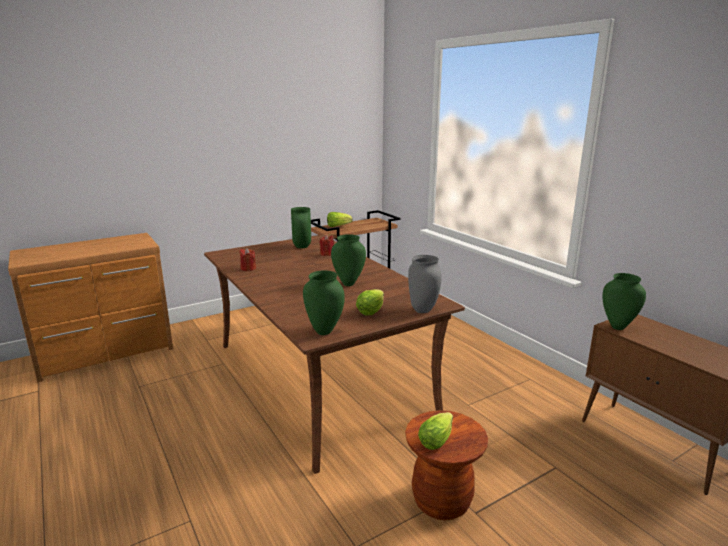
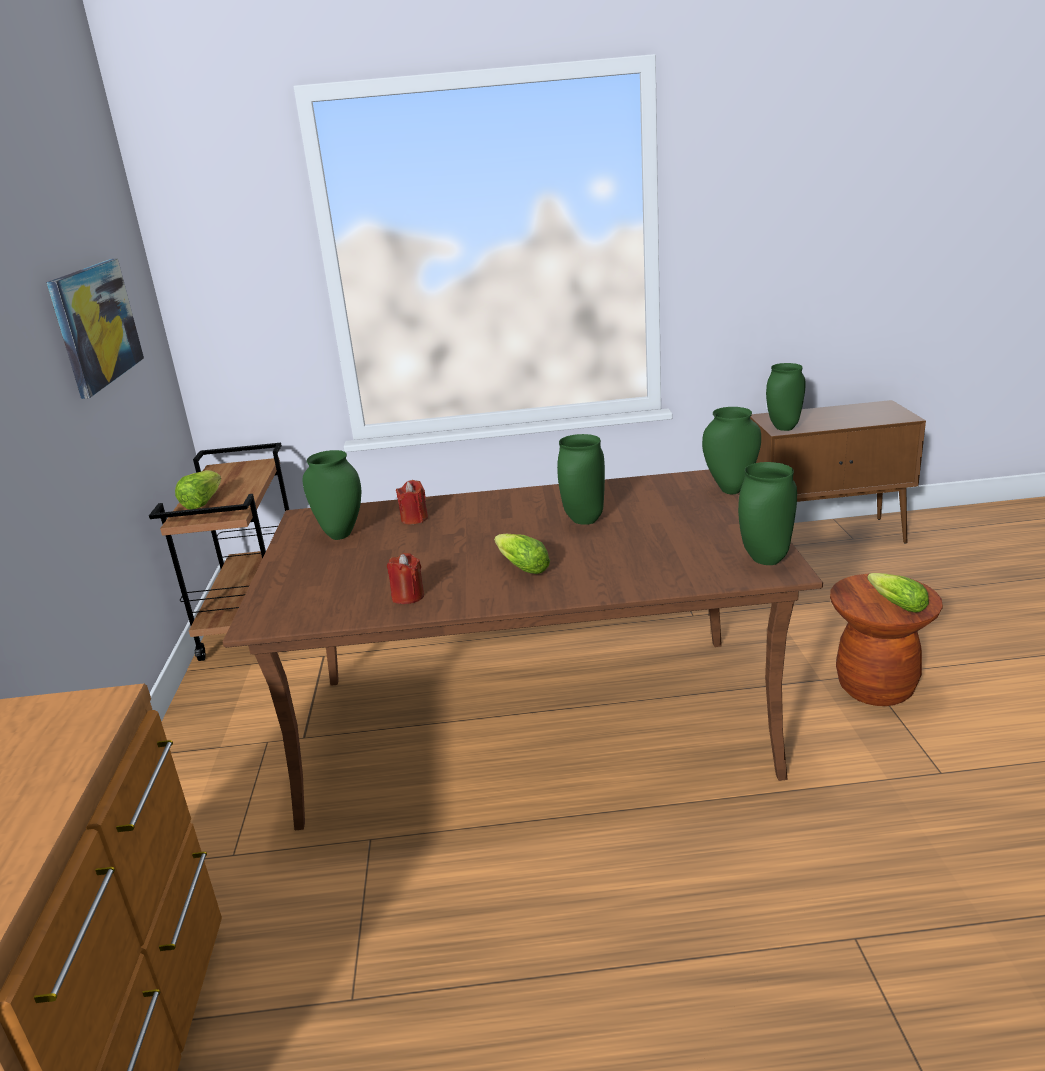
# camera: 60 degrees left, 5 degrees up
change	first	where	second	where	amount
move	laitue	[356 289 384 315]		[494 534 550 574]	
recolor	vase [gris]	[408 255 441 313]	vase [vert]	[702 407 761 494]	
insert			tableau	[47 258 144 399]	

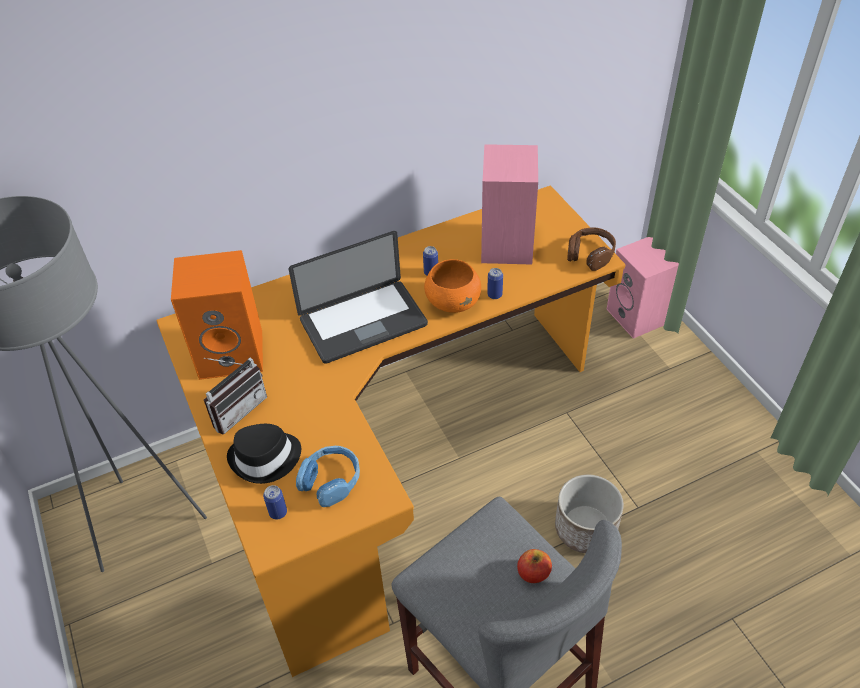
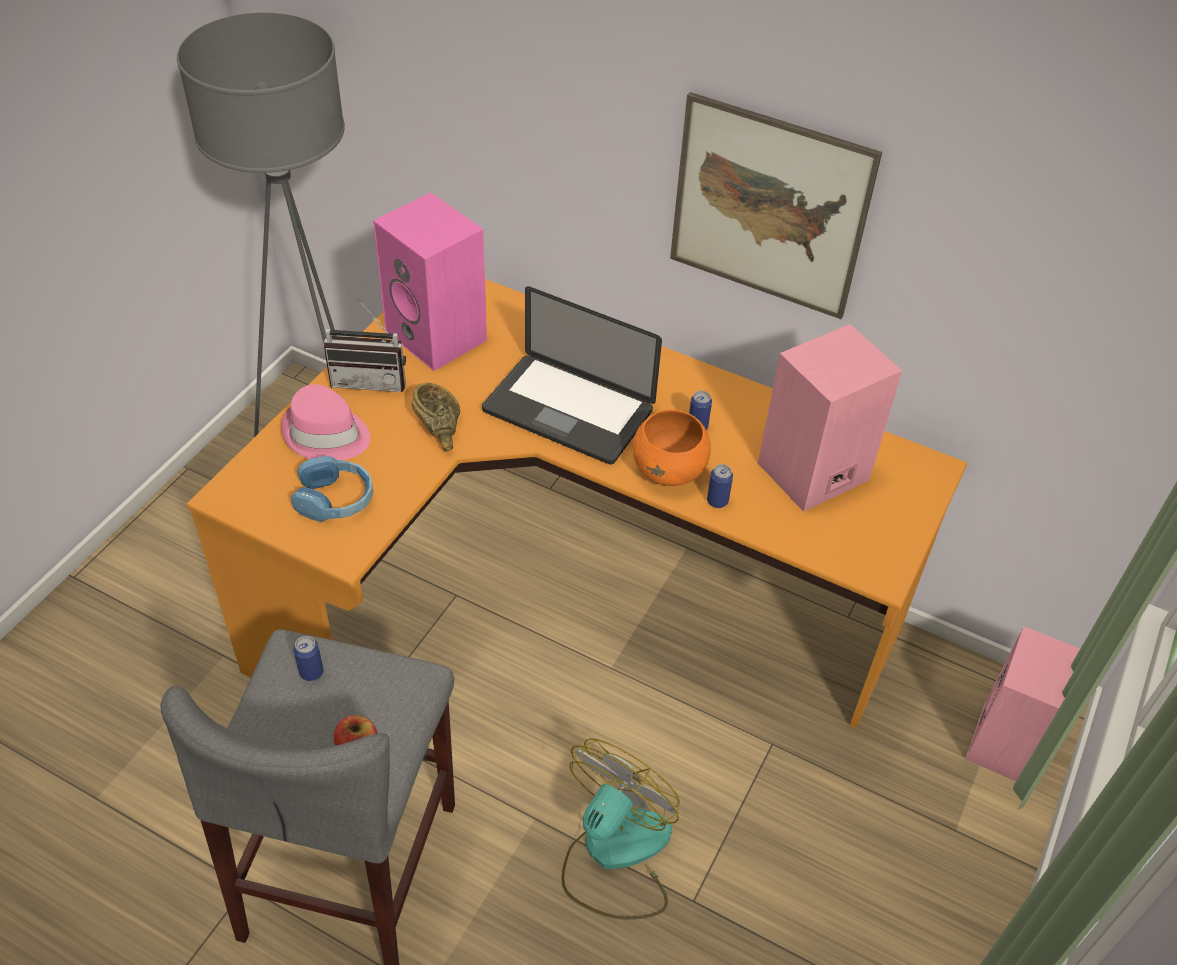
# camera: 50 degrees right, 0 degrees up
change	first	where	second	where	amount
recolor	enceinte [orange]	[171 250 263 380]	enceinte [rose]	[373 192 487 371]	
recolor	chapeau [noir]	[227 424 301 484]	chapeau [rose]	[281 384 370 461]	
move	boîte métallique	[263 485 287 520]		[293 636 323 681]	
replace	cache-pot	[555 475 624 553]	ventilateur	[561 738 680 920]	
delete	casque audio [marron]	[567 227 616 271]			
insert			bol [marron]	[412 383 460 451]	
insert			tableau	[670 92 882 319]	

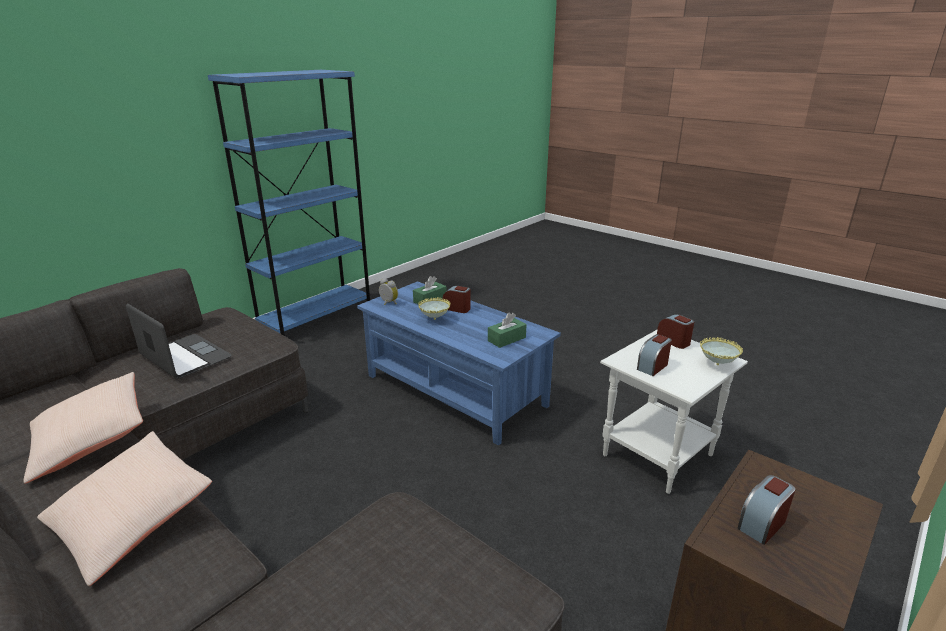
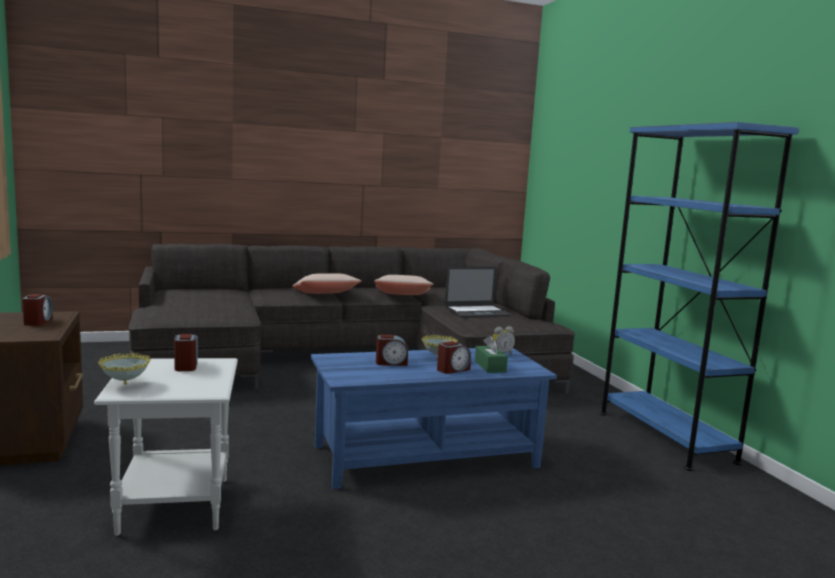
# camera: 120 degrees right, 15 degrees down
change	first	where	second	where	amount
delete	boîte à mouchoirs [vert]	[488 313 527 348]			
move	réveil	[657 314 694 349]		[376 335 408 366]	

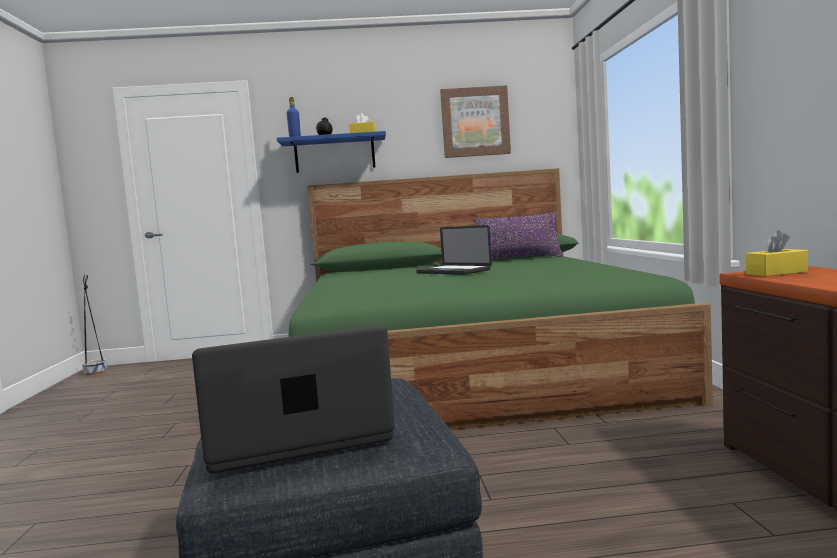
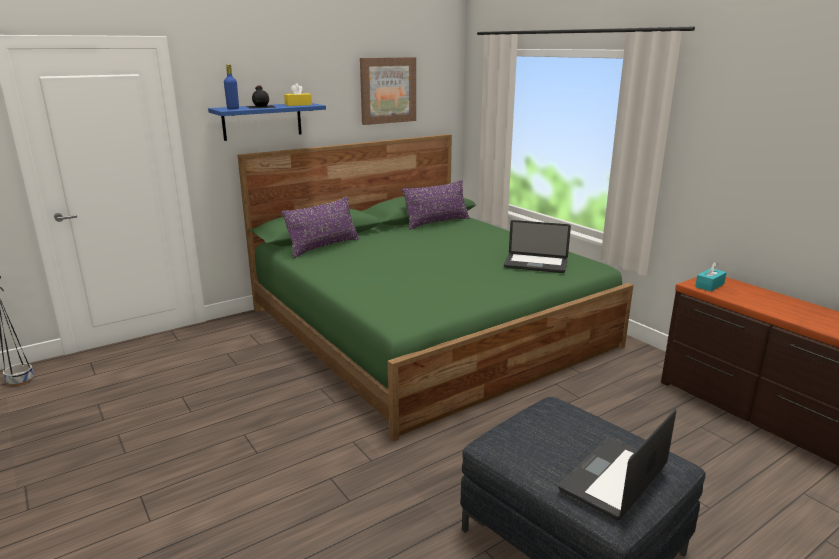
# camera: 30 degrees left, 15 degrees up
change	first	where	second	where	amount
move	ordinateur portable	[416 225 492 275]		[504 220 571 273]	
recolor	boîte à mouchoirs [jaune]	[746 231 808 277]	boîte à mouchoirs [turquoise]	[695 262 727 292]	
insert			coussin [violet]	[281 196 360 258]	

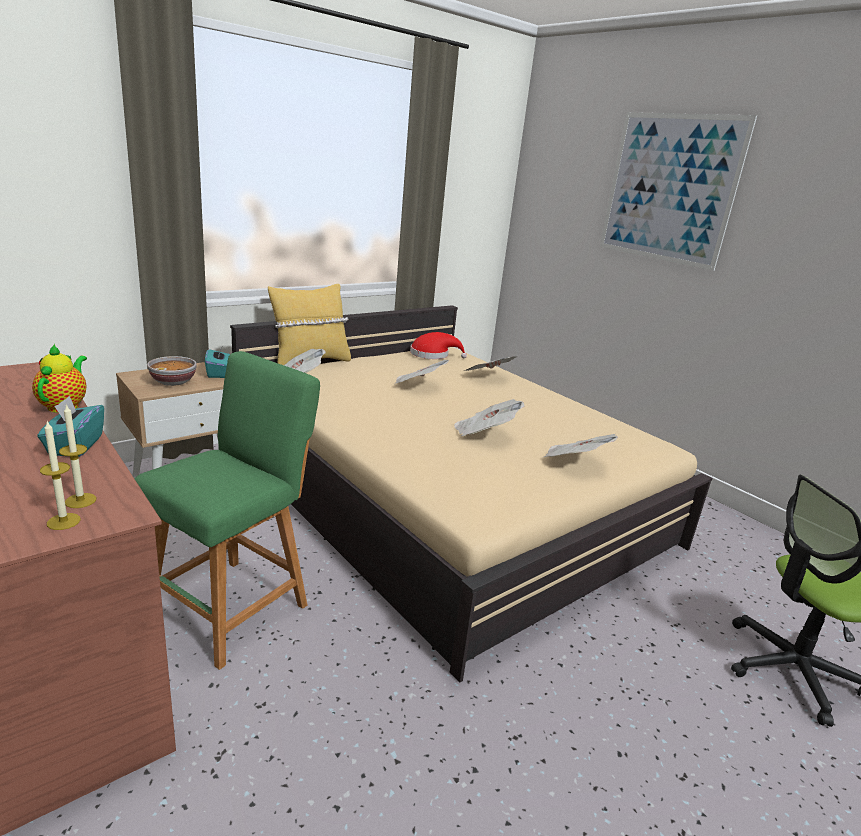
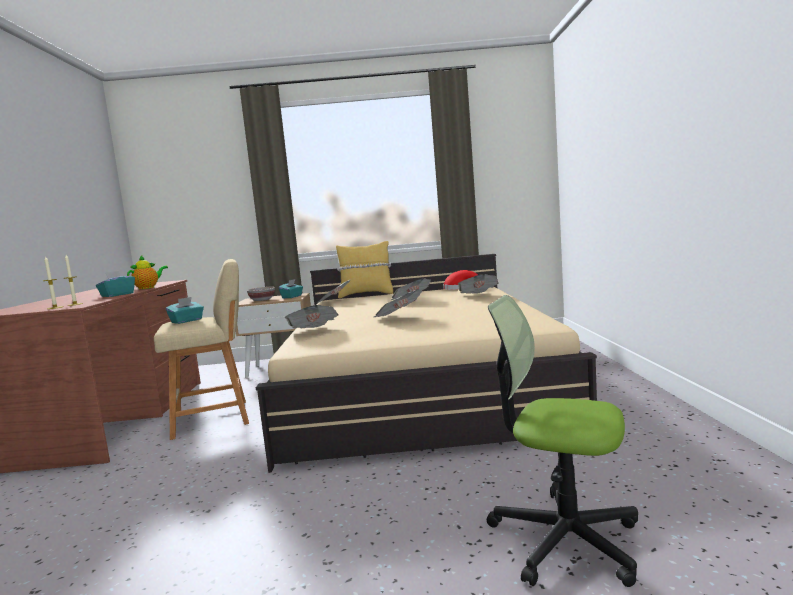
# camera: 40 degrees right, 15 degrees down
change	first	where	second	where	amount
recolor	tabouret [vert]	[135 351 320 670]	tabouret [beige]	[154 259 249 440]	
move	journal	[544 434 618 457]		[285 305 339 328]	
delete	tableau	[600 112 757 271]			
insert			boîte à mouchoirs [turquoise]	[166 297 204 324]	

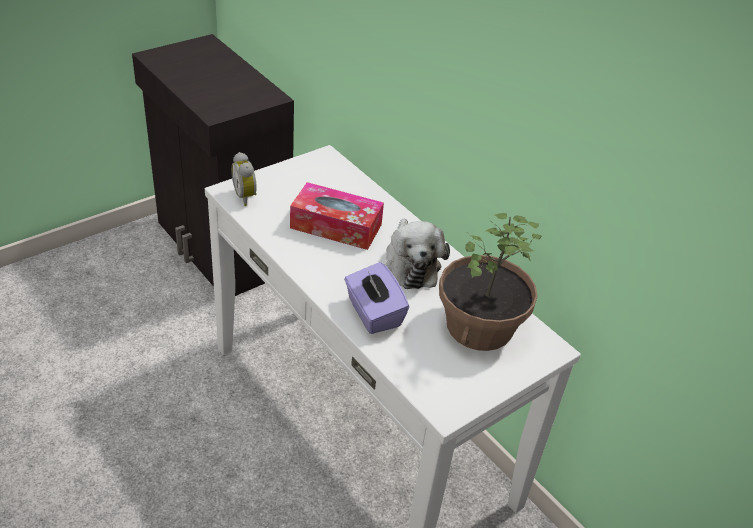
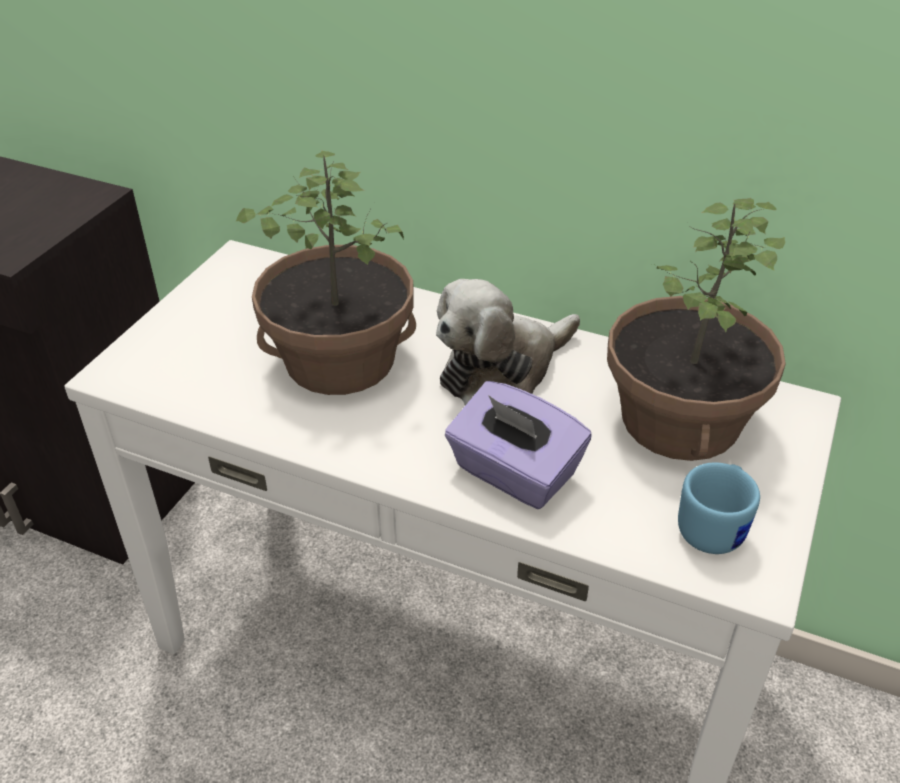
# camera: 25 degrees left, 0 degrees up
change	first	where	second	where	amount
delete	réveil	[231 152 257 206]			
replace	boîte à mouchoirs	[290 182 384 250]	plante en pot	[235 150 416 395]	
rotate	peluche	[383 219 450 289]		[436 279 580 405]	90 degrees clockwise
insert			mug [bleu]	[678 462 760 554]	

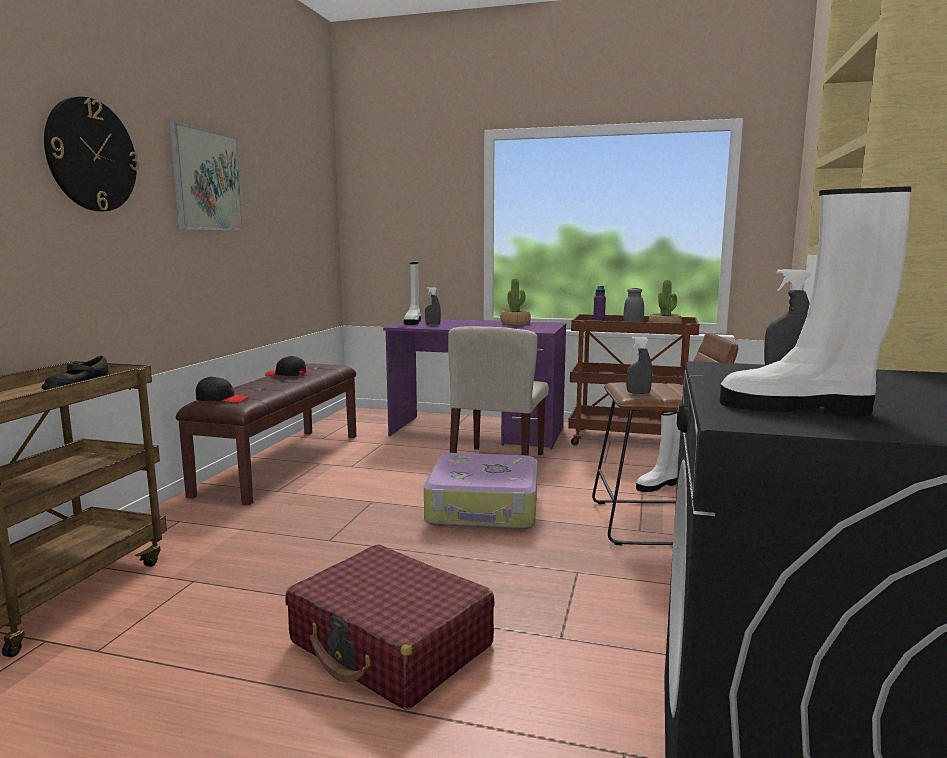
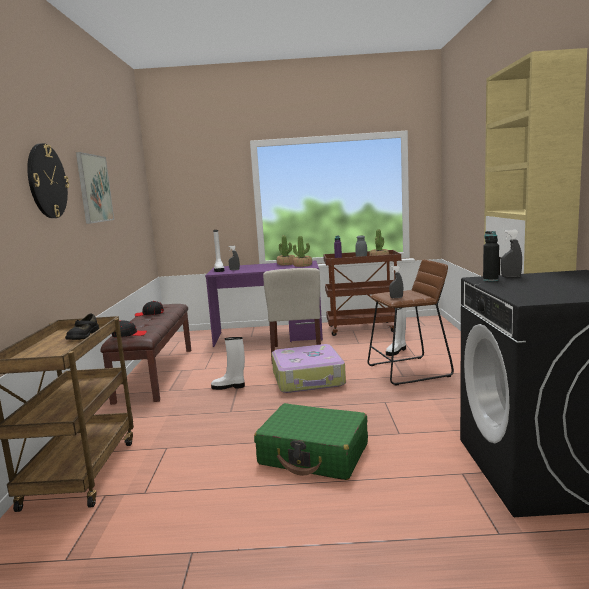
# camera: 15 degrees left, 0 degrees up
change	first	where	second	where	amount
recolor	valise [rouge]	[285 545 495 710]	valise [vert]	[254 403 368 480]	
move	botte [blanc]	[719 187 911 417]		[211 337 245 390]	
insert			plante en pot	[292 236 312 267]	
insert			bouteille [noir]	[483 231 499 281]	

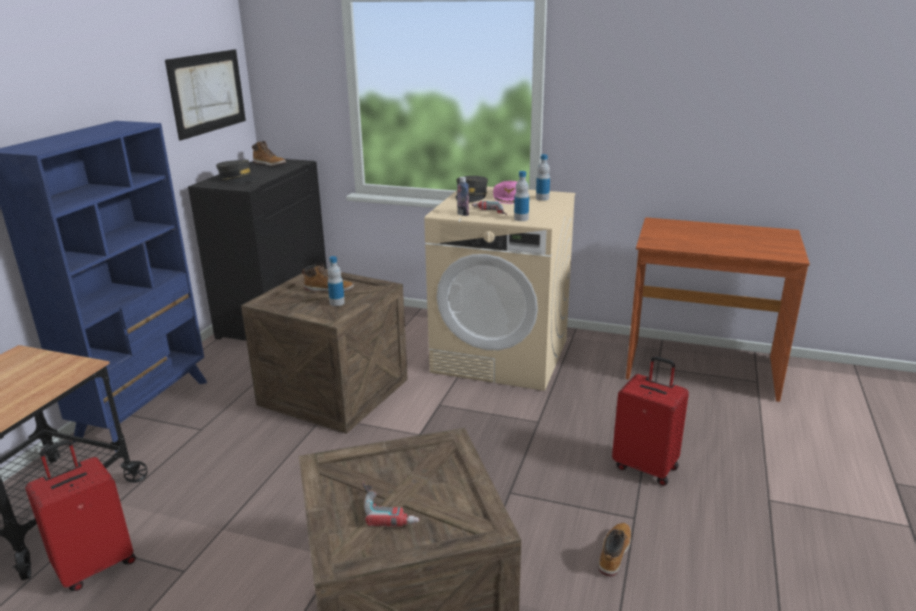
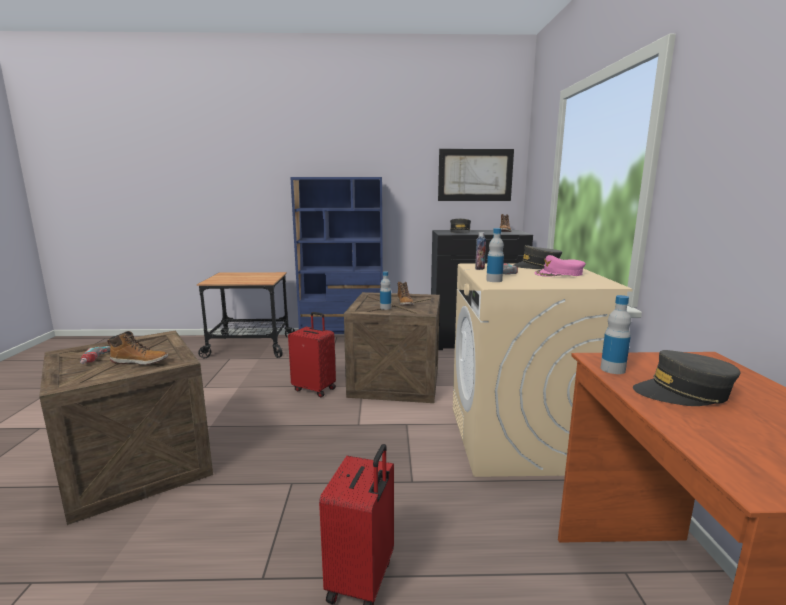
# camera: 70 degrees right, 10 degrees down
change	first	where	second	where	amount
move	valise [rouge]	[25 440 136 591]		[288 312 336 397]	
move	bouteille	[536 154 550 201]		[601 295 631 374]	
move	botte	[598 523 631 577]		[107 331 168 365]	
insert			casquette [gris]	[633 350 740 406]	

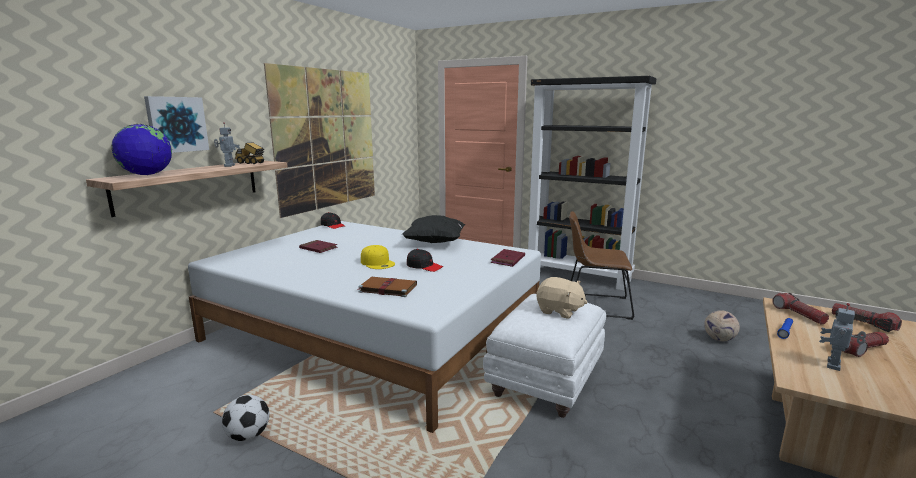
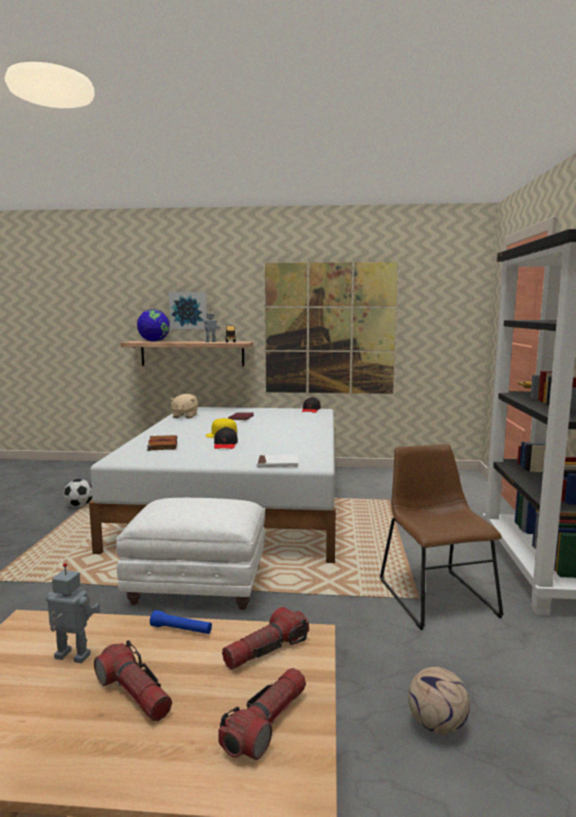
# camera: 65 degrees right, 5 degrees down
change	first	where	second	where	amount
delete	coussin [noir]	[402 215 465 243]			
recolor	livre [rouge]	[491 249 525 267]	livre [blanc]	[257 455 298 467]	
move	peluche [beige]	[536 277 588 319]		[169 394 198 418]	

